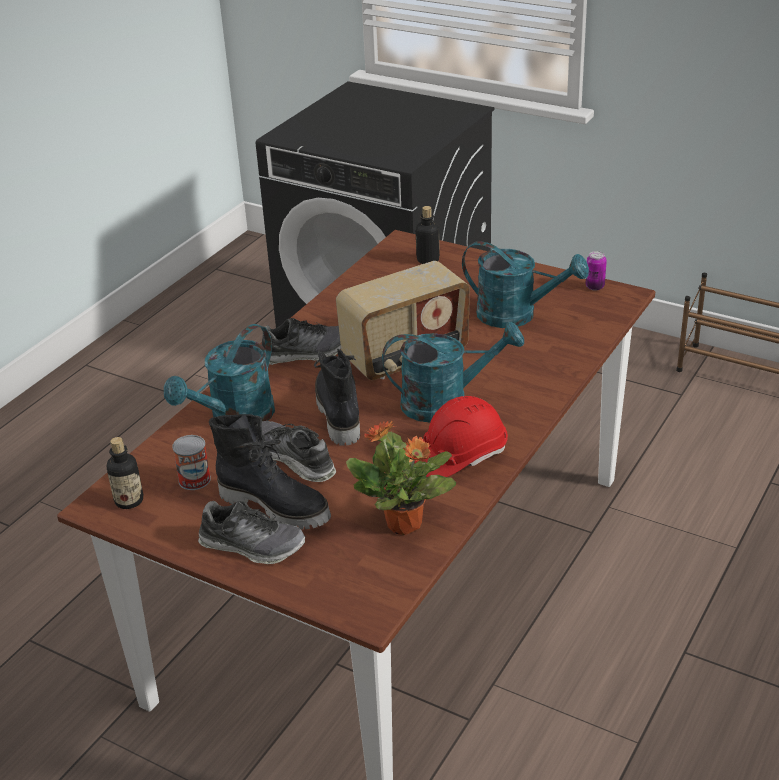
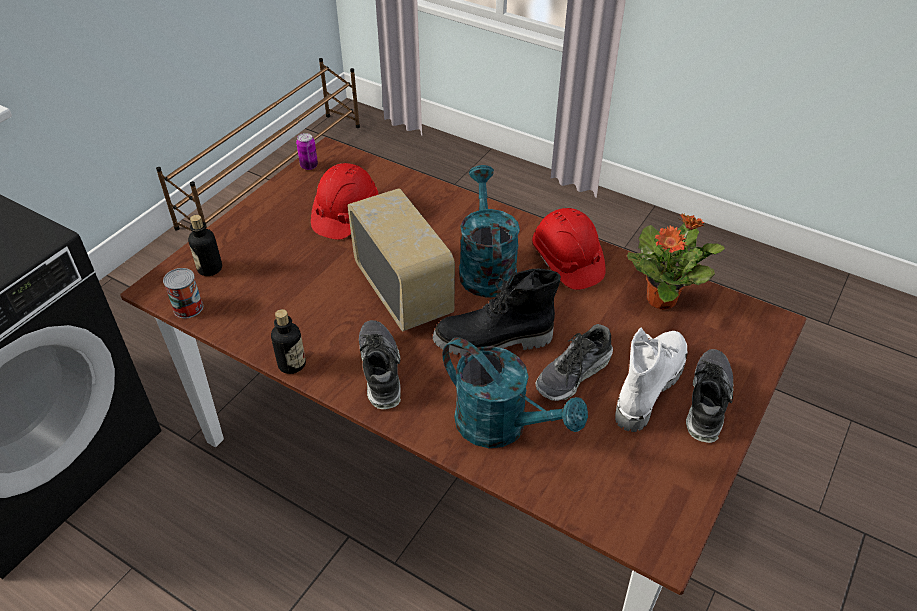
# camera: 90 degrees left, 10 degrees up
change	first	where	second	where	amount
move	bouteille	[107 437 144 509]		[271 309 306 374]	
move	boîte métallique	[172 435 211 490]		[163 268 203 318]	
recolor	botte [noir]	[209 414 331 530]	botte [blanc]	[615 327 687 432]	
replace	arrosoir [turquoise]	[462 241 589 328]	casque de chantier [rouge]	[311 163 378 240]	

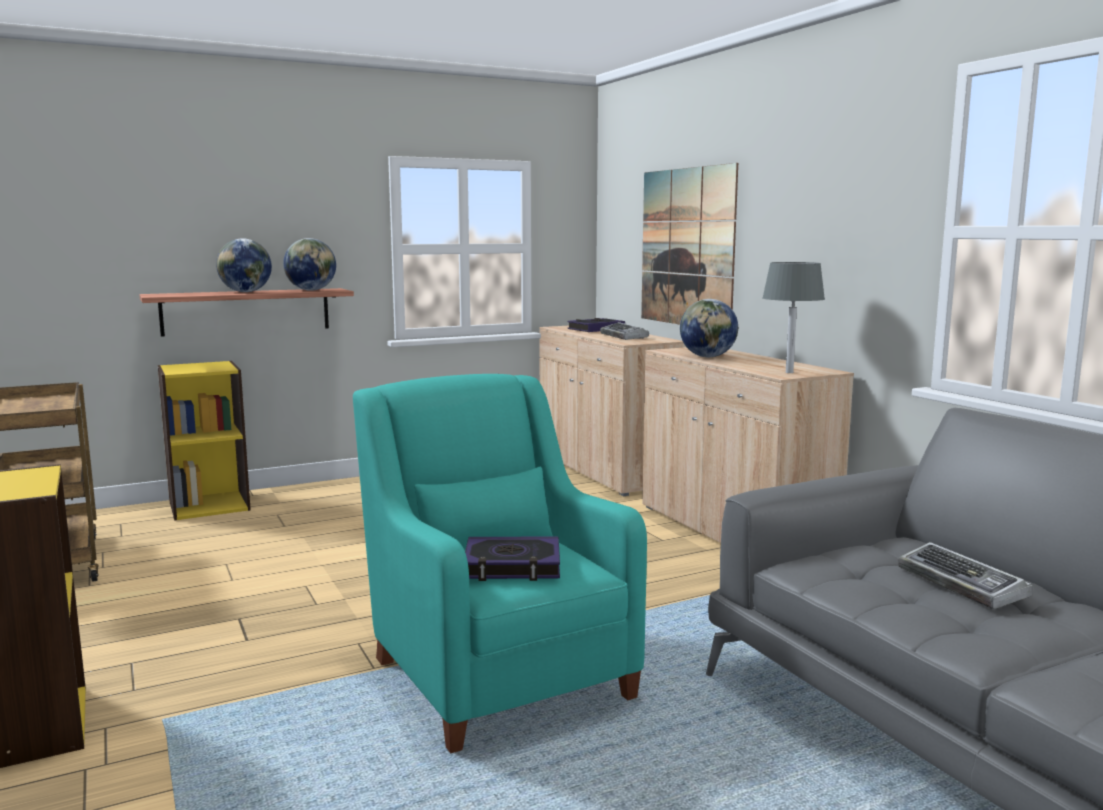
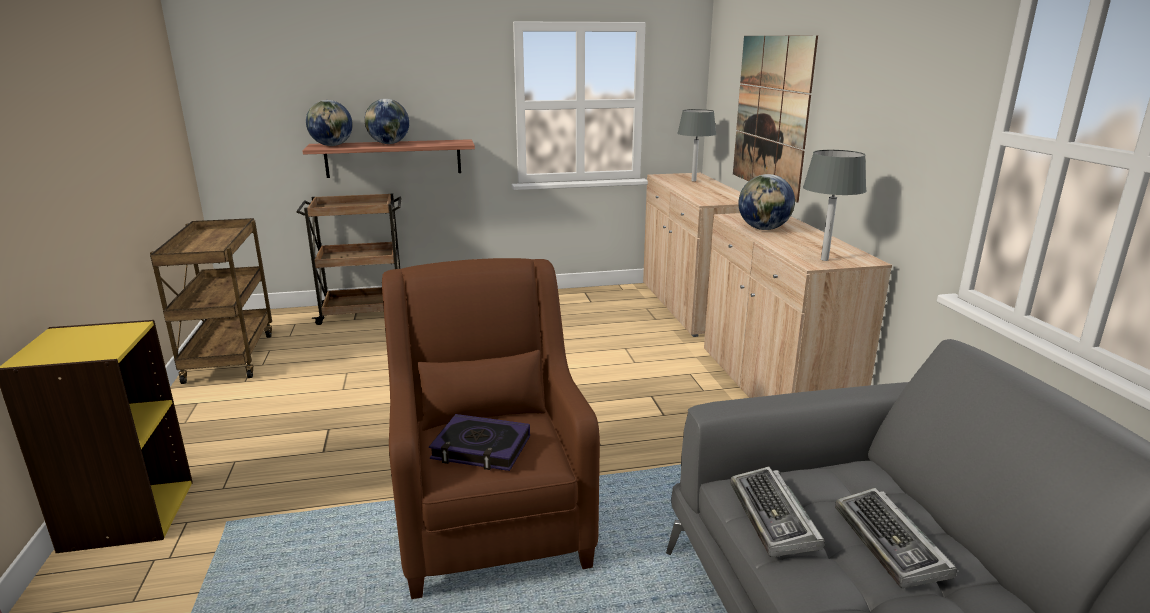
# camera: 15 degrees right, 10 degrees up
change	first	where	second	where	amount
replace	bibliothèque [jaune]	[158 361 251 521]	chariot [marron]	[297 193 402 325]	
move	globe	[283 238 336 291]		[306 100 353 146]	
recolor	fauteuil [turquoise]	[353 374 647 753]	fauteuil [marron]	[382 258 600 599]	
replace	livre	[567 318 625 332]	lampe de table [gris]	[677 109 716 182]	
move	clavier	[600 322 649 340]		[730 466 825 557]	

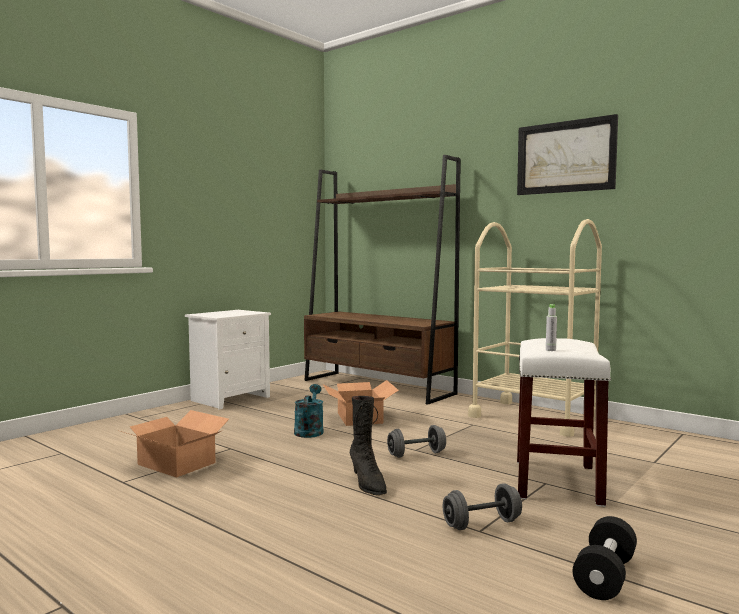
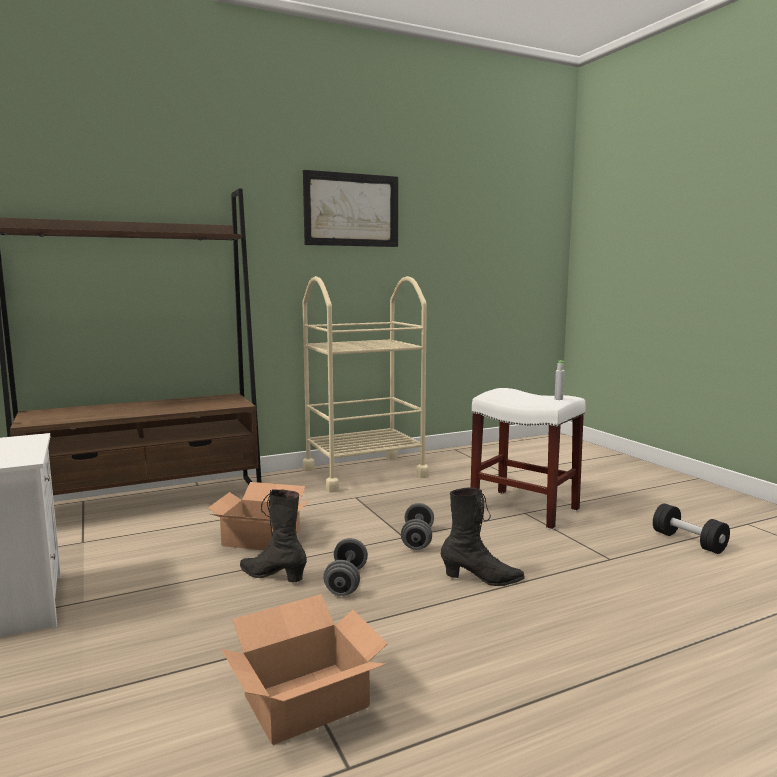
# camera: 65 degrees left, 5 degrees up
change	first	where	second	where	amount
replace	arrosoir [turquoise]	[294 384 323 438]	botte [noir]	[240 489 307 582]	
move	haltère [gris]	[443 483 522 530]		[323 538 368 596]	

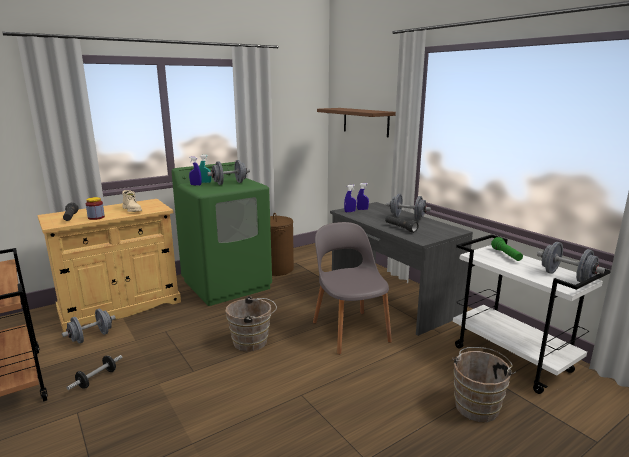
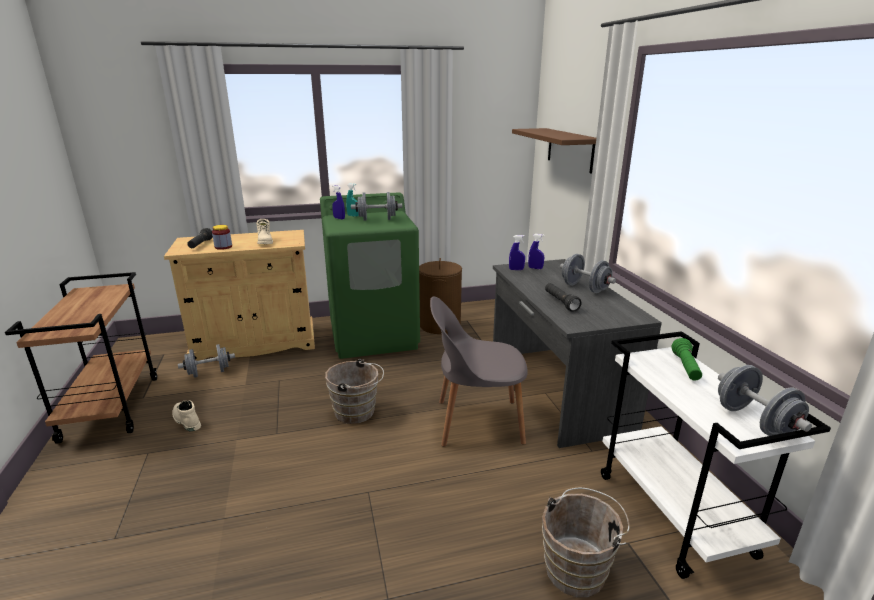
# camera: 20 degrees right, 5 degrees up
change	first	where	second	where	amount
replace	haltère	[67 355 122 390]	botte [beige]	[172 400 201 431]	
rotate	chaise [gris]	[313 222 392 355]		[430 297 528 447]	90 degrees counterclockwise

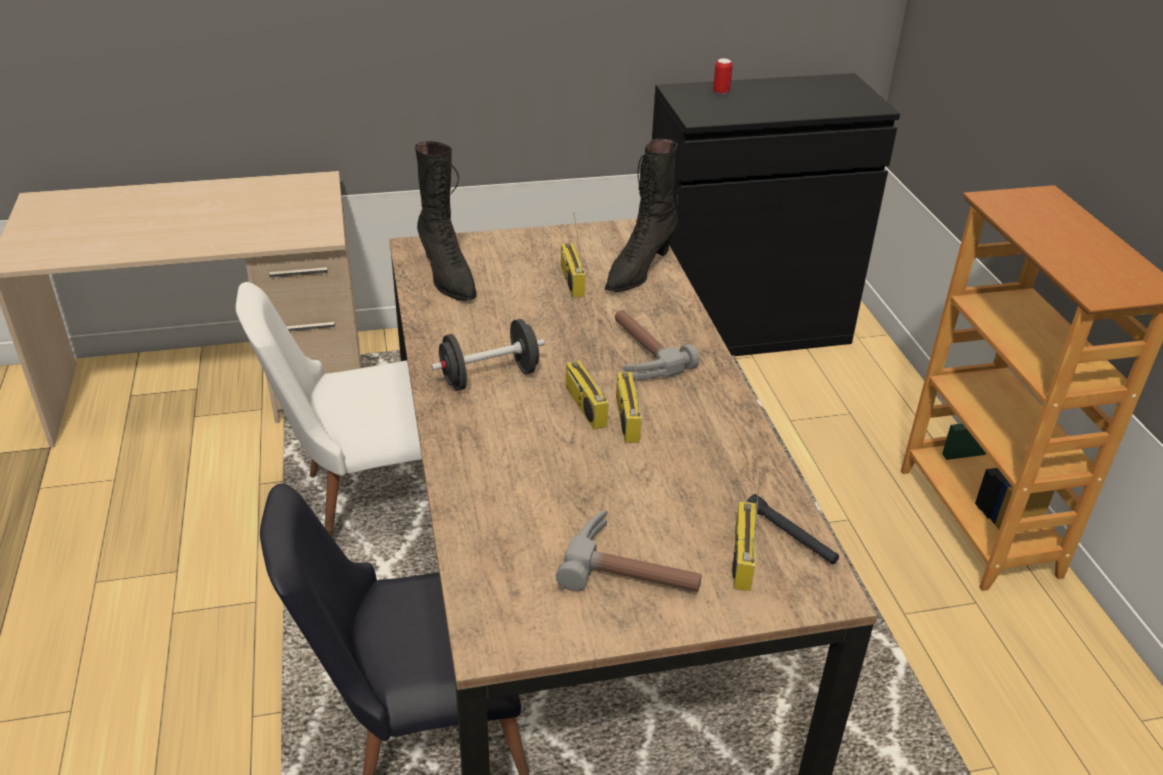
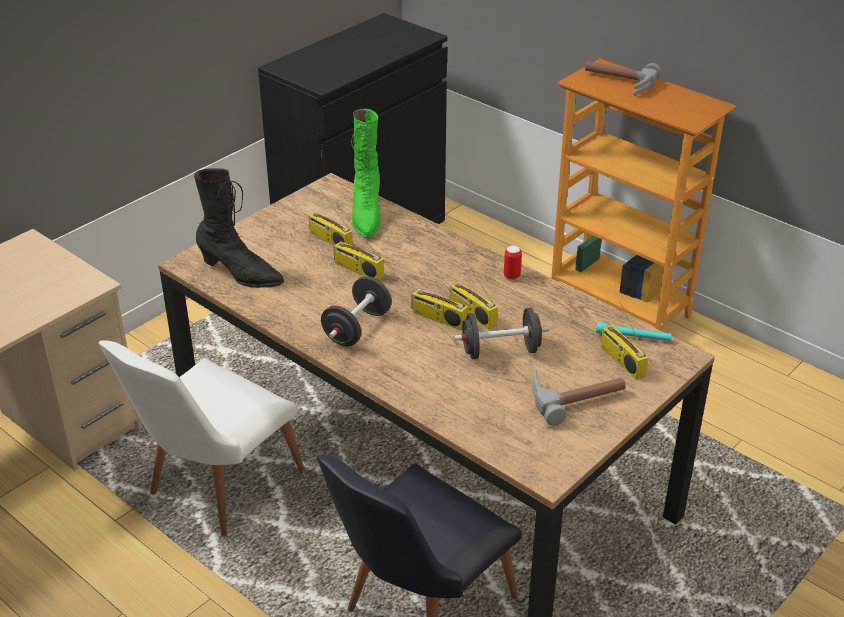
# camera: 35 degrees left, 0 degrees up
change	first	where	second	where	amount
recolor	botte [noir]	[605 139 678 292]	botte [vert]	[351 109 381 238]	
move	marteau	[615 310 699 380]		[585 61 661 96]	
move	boîte métallique	[713 58 733 95]		[504 246 522 280]	
recolor	lampe de poche [noir]	[747 494 839 564]	lampe de poche [turquoise]	[596 322 672 341]	
insert			radio	[333 216 384 280]	
insert			haltère [noir]	[454 308 549 359]	

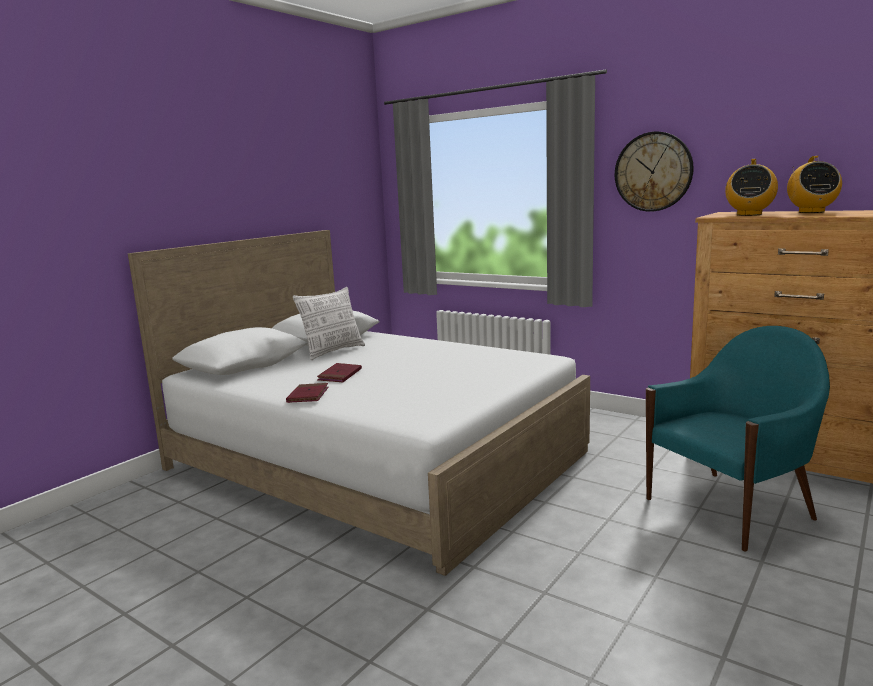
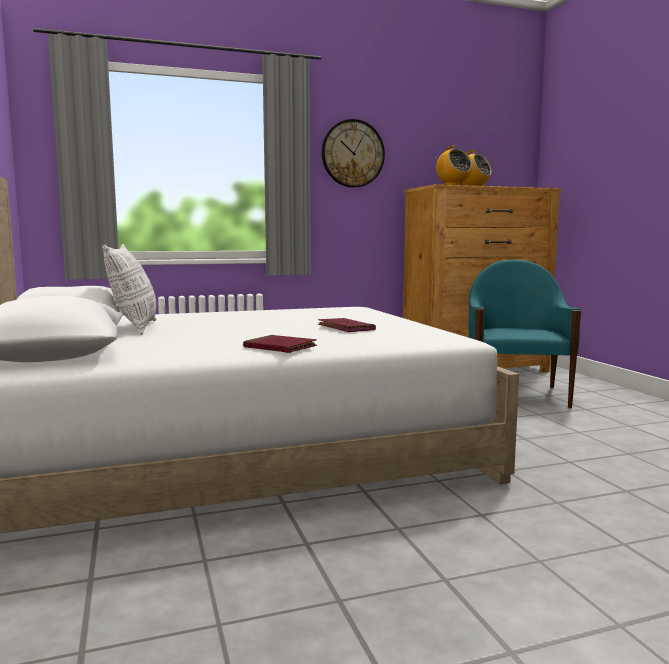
# camera: 55 degrees left, 5 degrees down
change	first	where	second	where	amount
move	livre [rouge]	[317 363 362 383]		[318 318 376 332]	

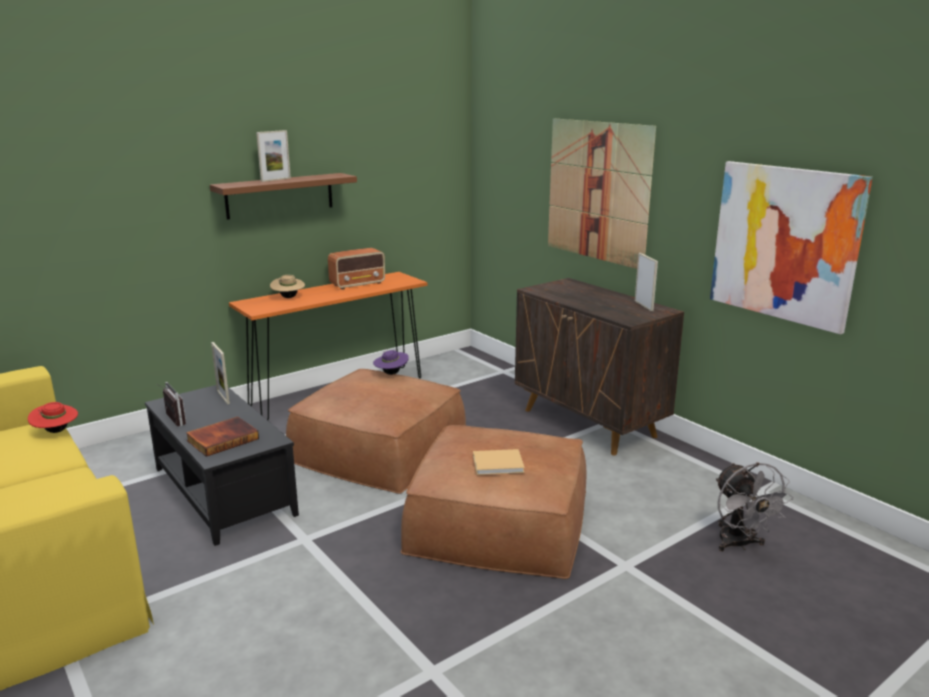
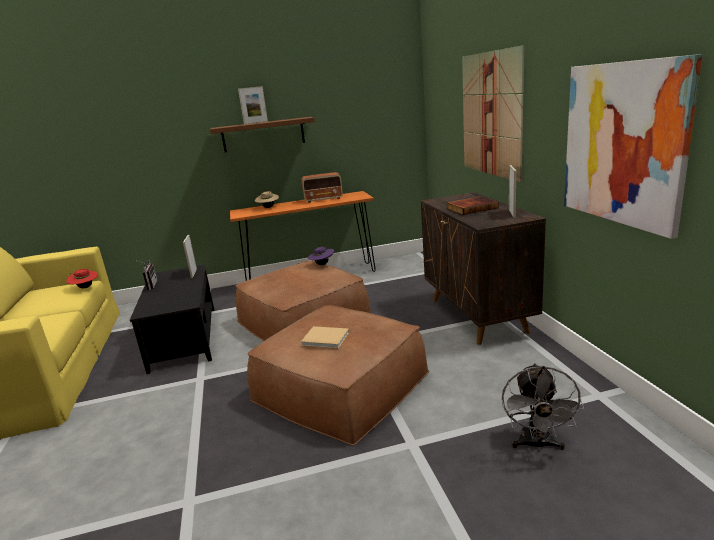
# camera: 25 degrees right, 0 degrees up
change	first	where	second	where	amount
move	livre	[186 416 259 457]		[447 196 498 215]	

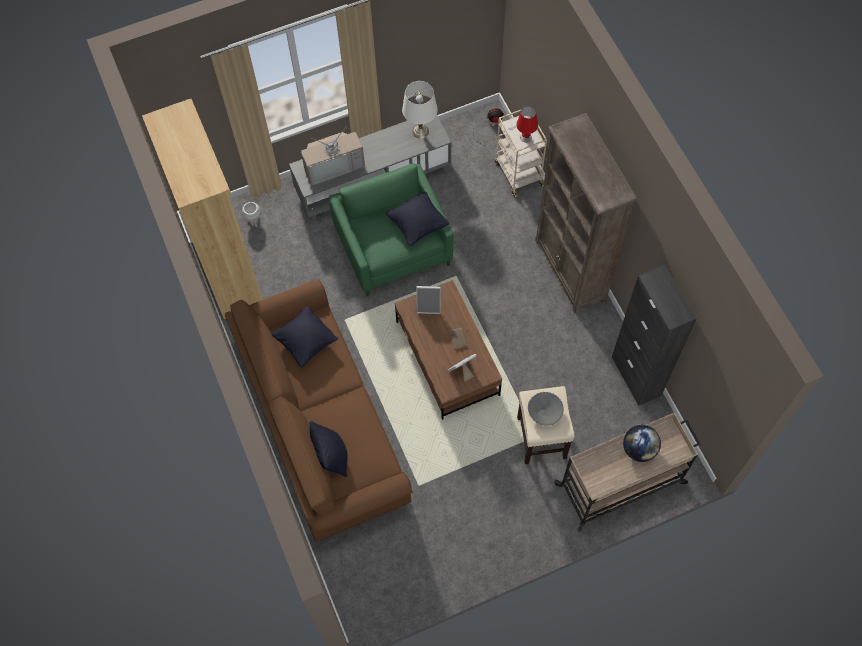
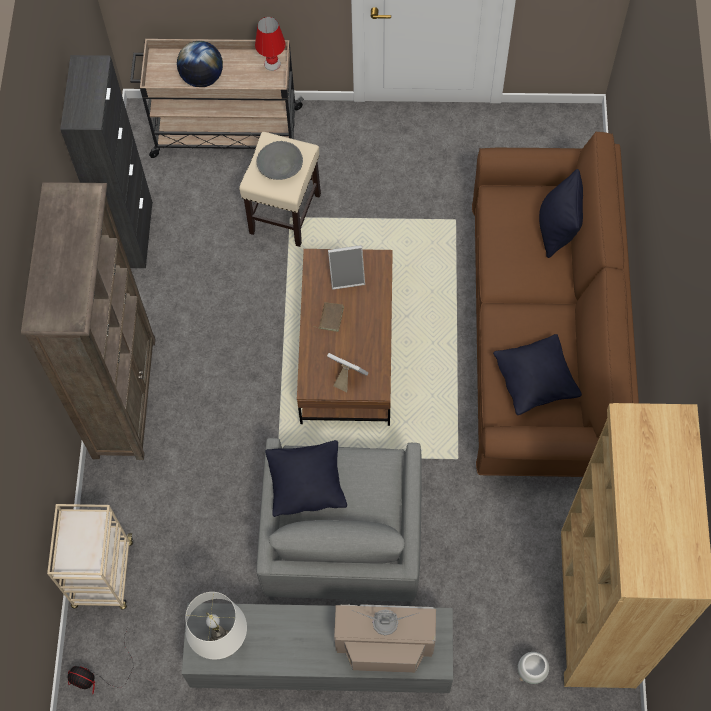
# camera: 155 degrees left, 0 degrees up
change	first	where	second	where	amount
recolor	fauteuil [vert]	[329 163 453 296]	fauteuil [gris]	[256 438 422 605]	
move	lampe de table [rouge]	[516 106 538 142]		[255 17 286 71]	

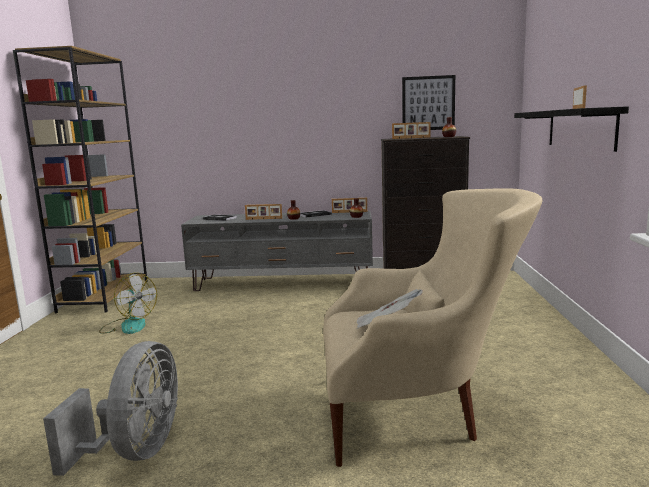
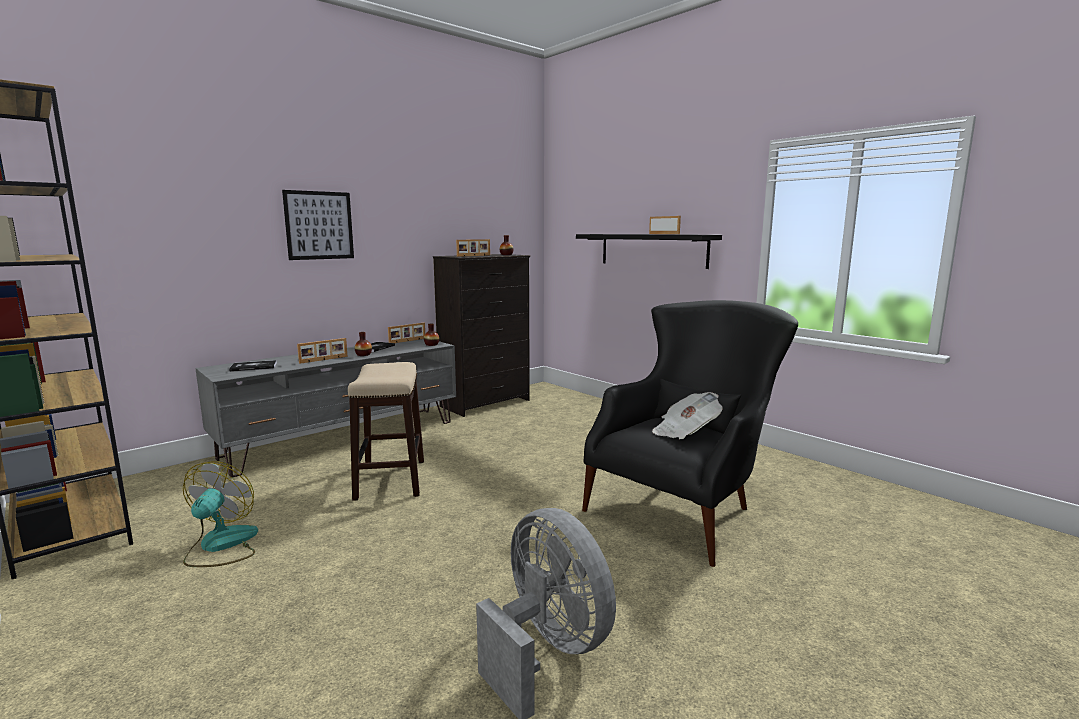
# camera: 45 degrees left, 0 degrees up
change	first	where	second	where	amount
rotate	ventilateur	[99 273 157 334]		[183 462 258 567]	75 degrees counterclockwise
recolor	fauteuil [beige]	[323 188 543 467]	fauteuil [noir]	[582 300 798 567]	
move	tableau	[402 75 455 130]		[282 190 354 260]	
insert			tabouret	[348 362 424 501]	

